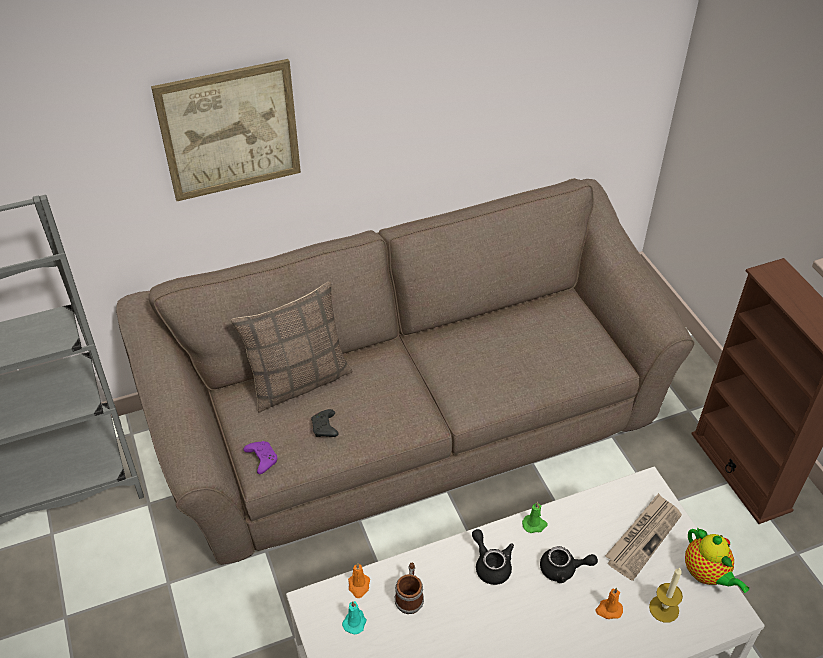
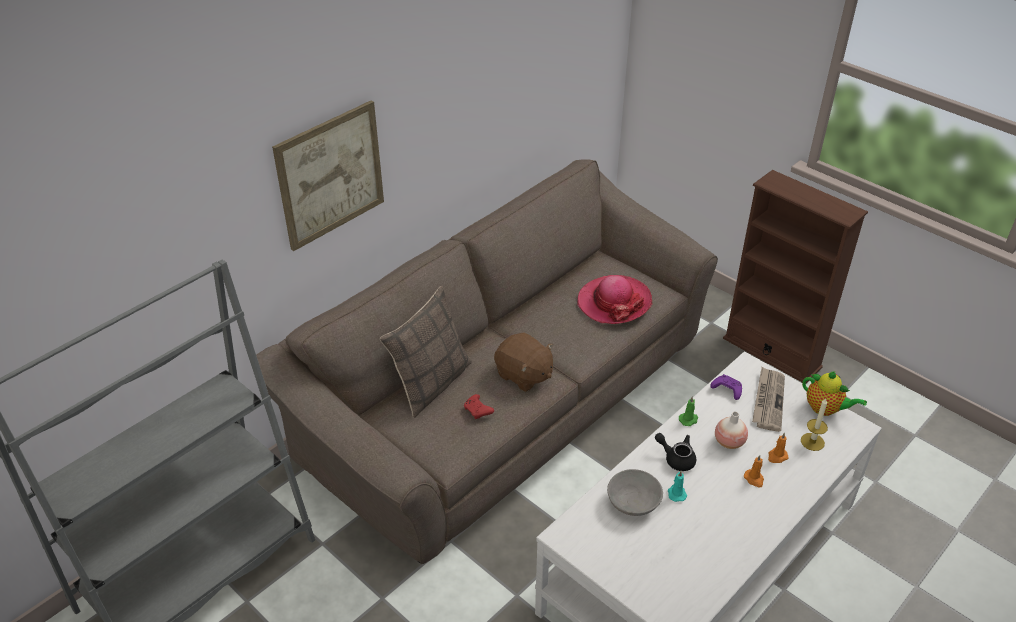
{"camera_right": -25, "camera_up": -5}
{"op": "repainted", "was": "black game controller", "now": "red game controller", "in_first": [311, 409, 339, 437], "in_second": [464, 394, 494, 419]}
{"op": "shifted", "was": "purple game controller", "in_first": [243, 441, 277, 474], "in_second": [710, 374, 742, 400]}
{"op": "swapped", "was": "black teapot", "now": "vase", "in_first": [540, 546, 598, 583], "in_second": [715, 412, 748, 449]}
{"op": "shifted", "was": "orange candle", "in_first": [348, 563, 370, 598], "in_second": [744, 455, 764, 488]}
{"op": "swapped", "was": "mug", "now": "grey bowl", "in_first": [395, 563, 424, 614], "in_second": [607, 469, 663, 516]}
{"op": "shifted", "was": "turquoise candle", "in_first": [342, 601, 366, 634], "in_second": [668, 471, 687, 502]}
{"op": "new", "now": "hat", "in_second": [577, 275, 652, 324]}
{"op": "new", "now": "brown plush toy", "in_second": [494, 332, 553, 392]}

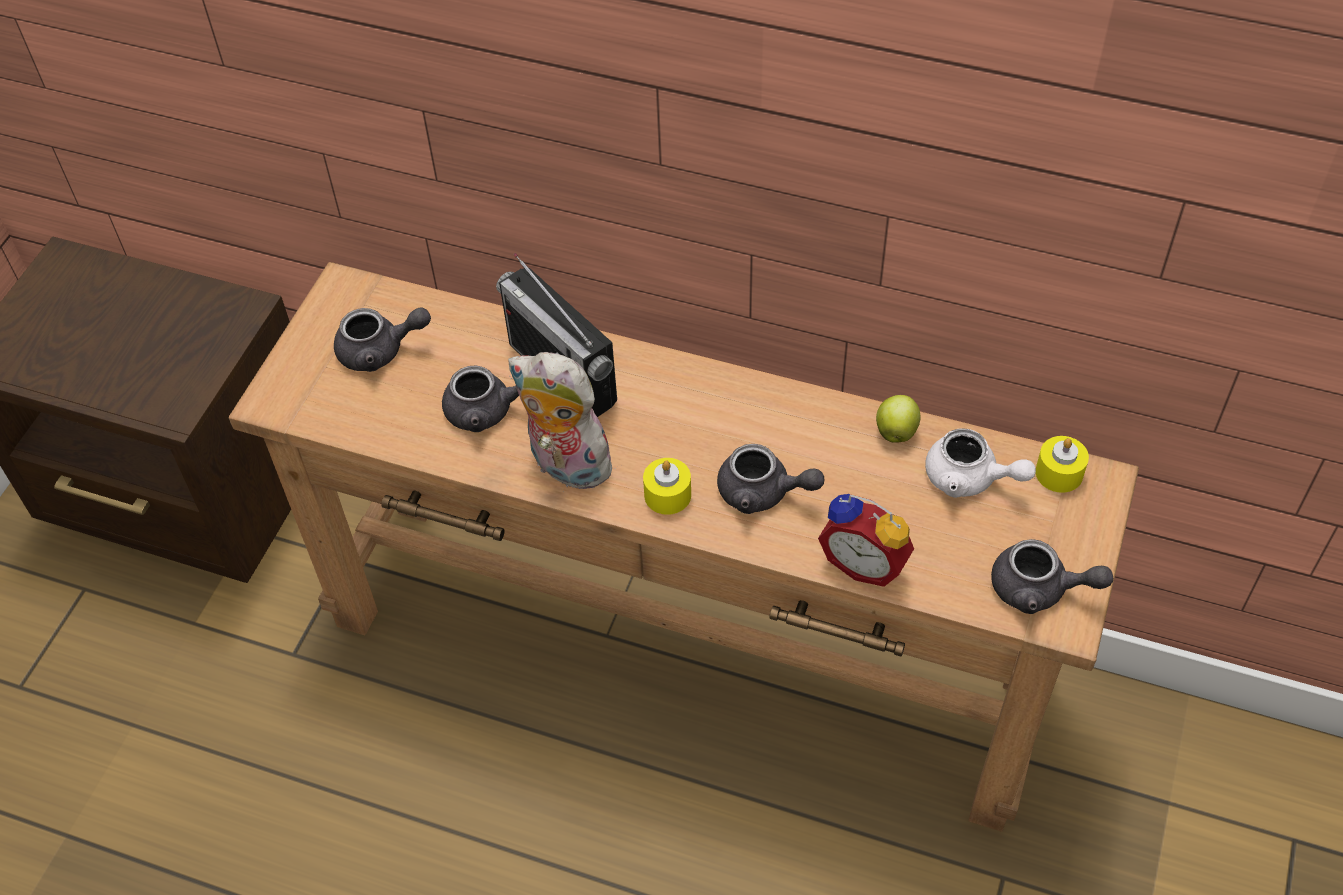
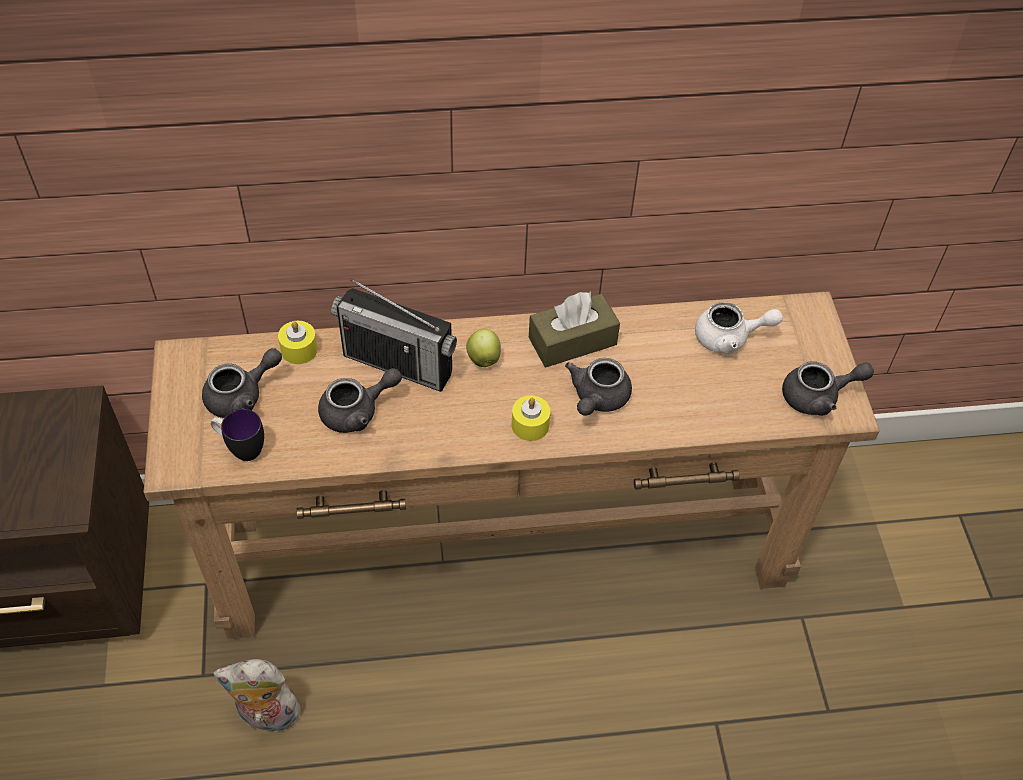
{"camera_right": -30, "camera_up": 0}
{"op": "shifted", "was": "plush toy", "in_first": [508, 352, 617, 492], "in_second": [213, 659, 306, 732]}
{"op": "shifted", "was": "apple", "in_first": [876, 395, 920, 443], "in_second": [466, 329, 501, 367]}
{"op": "shifted", "was": "yellow candle", "in_first": [1036, 436, 1089, 493], "in_second": [278, 321, 318, 364]}
{"op": "rotated", "was": "grey teapot", "in_first": [717, 444, 824, 514], "in_second": [565, 358, 632, 416], "clockwise": 120}
{"op": "gone", "was": "alarm clock", "in_first": [818, 494, 914, 587]}
{"op": "new", "now": "brown tissue box", "in_second": [529, 292, 620, 367]}
{"op": "new", "now": "mug", "in_second": [211, 409, 264, 461]}

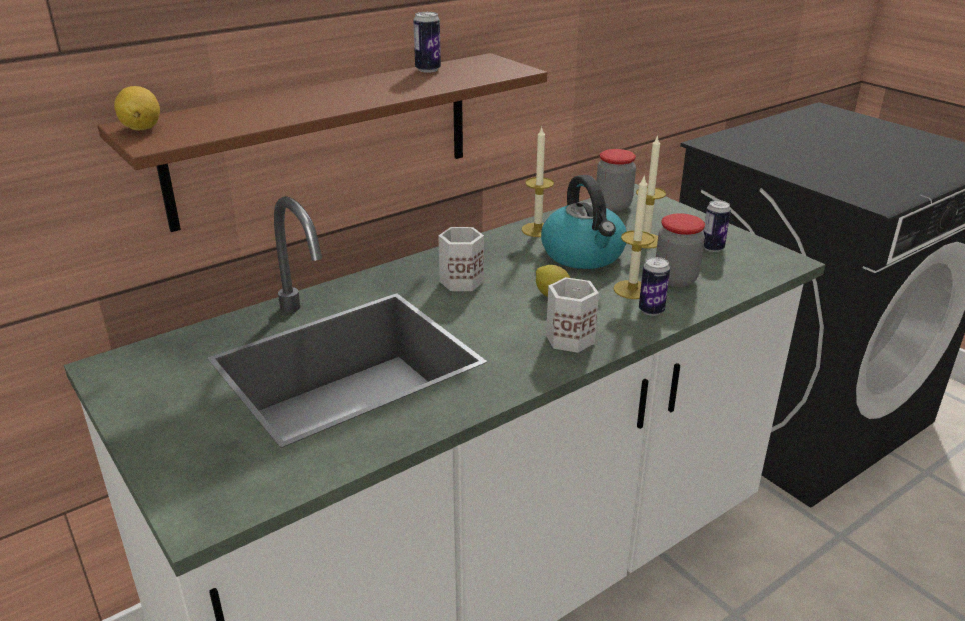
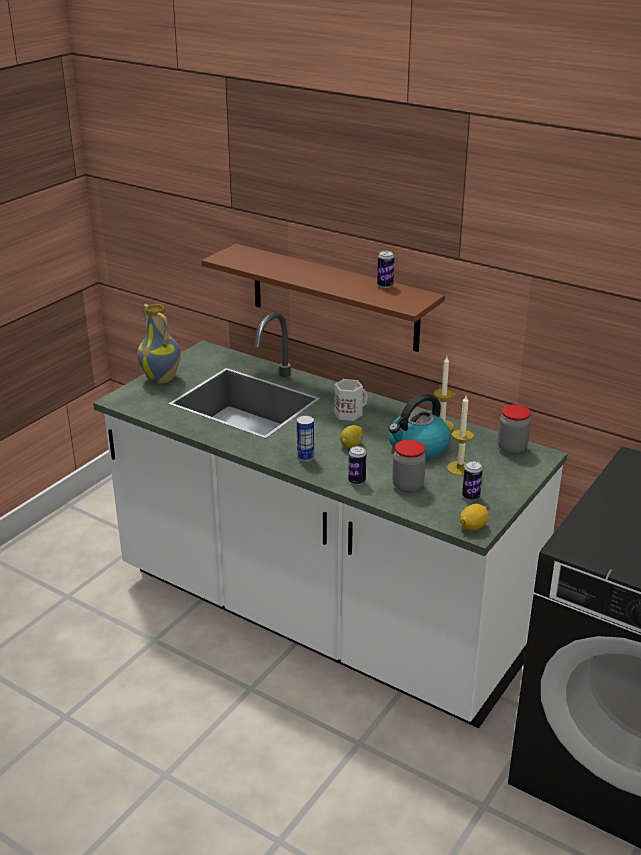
{"camera_right": 70, "camera_up": 0}
{"op": "shifted", "was": "lemon", "in_first": [114, 86, 160, 131], "in_second": [460, 504, 489, 531]}
{"op": "gone", "was": "candle", "in_first": [613, 176, 655, 299]}
{"op": "swapped", "was": "white mug", "now": "can", "in_first": [546, 277, 599, 353], "in_second": [297, 415, 314, 462]}
{"op": "new", "now": "vase", "in_second": [137, 304, 181, 383]}

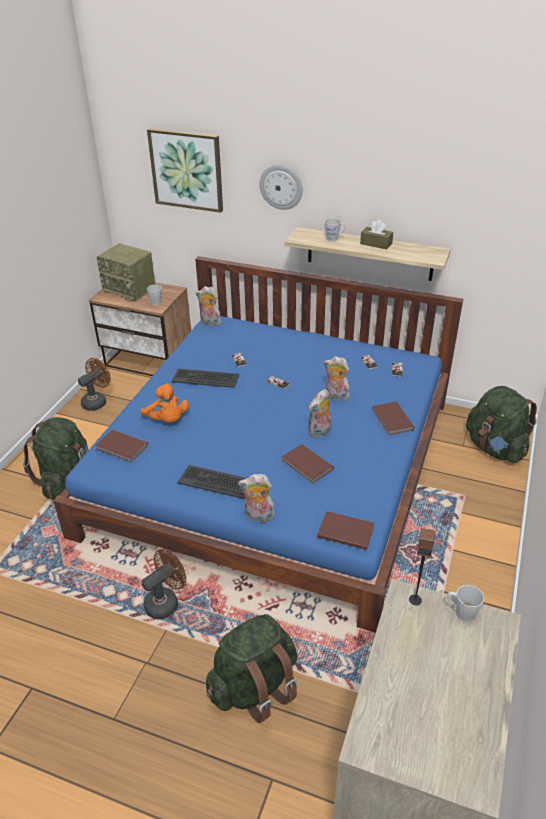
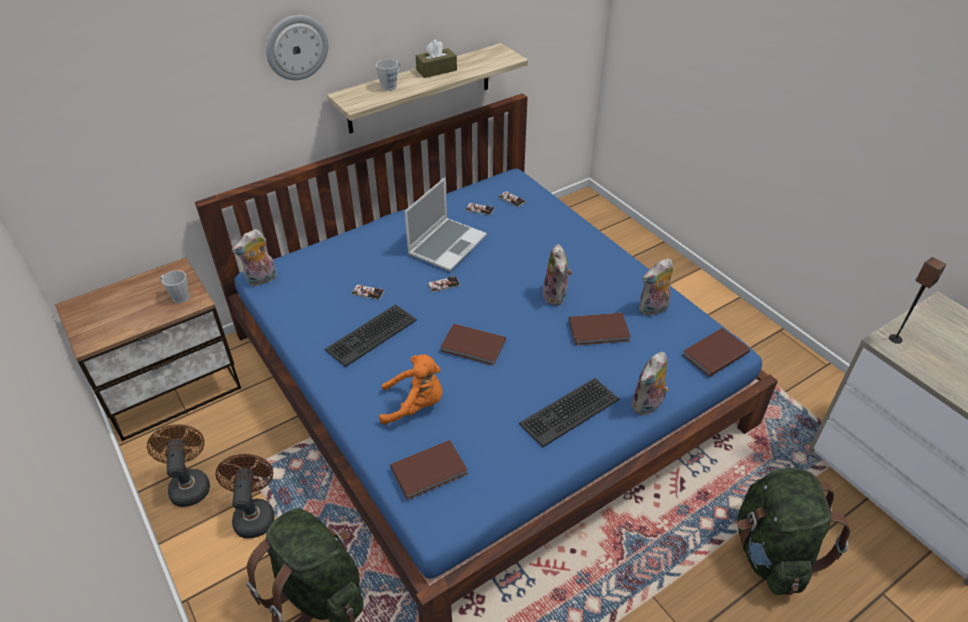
{"camera_right": -55, "camera_up": 5}
{"op": "gone", "was": "picture", "in_first": [147, 128, 223, 213]}
{"op": "gone", "was": "radio", "in_first": [97, 243, 155, 302]}
{"op": "shifted", "was": "plush toy", "in_first": [323, 356, 350, 401], "in_second": [639, 258, 673, 316]}
{"op": "gone", "was": "green backpack", "in_first": [466, 386, 537, 463]}
{"op": "shifted", "was": "brown book", "in_first": [373, 402, 415, 435], "in_second": [441, 324, 506, 366]}
{"op": "shifted", "was": "brown fan", "in_first": [142, 549, 186, 619], "in_second": [215, 454, 275, 538]}
{"op": "gone", "was": "grey mug", "in_first": [447, 585, 484, 622]}
{"op": "new", "now": "laptop", "in_second": [404, 178, 487, 271]}

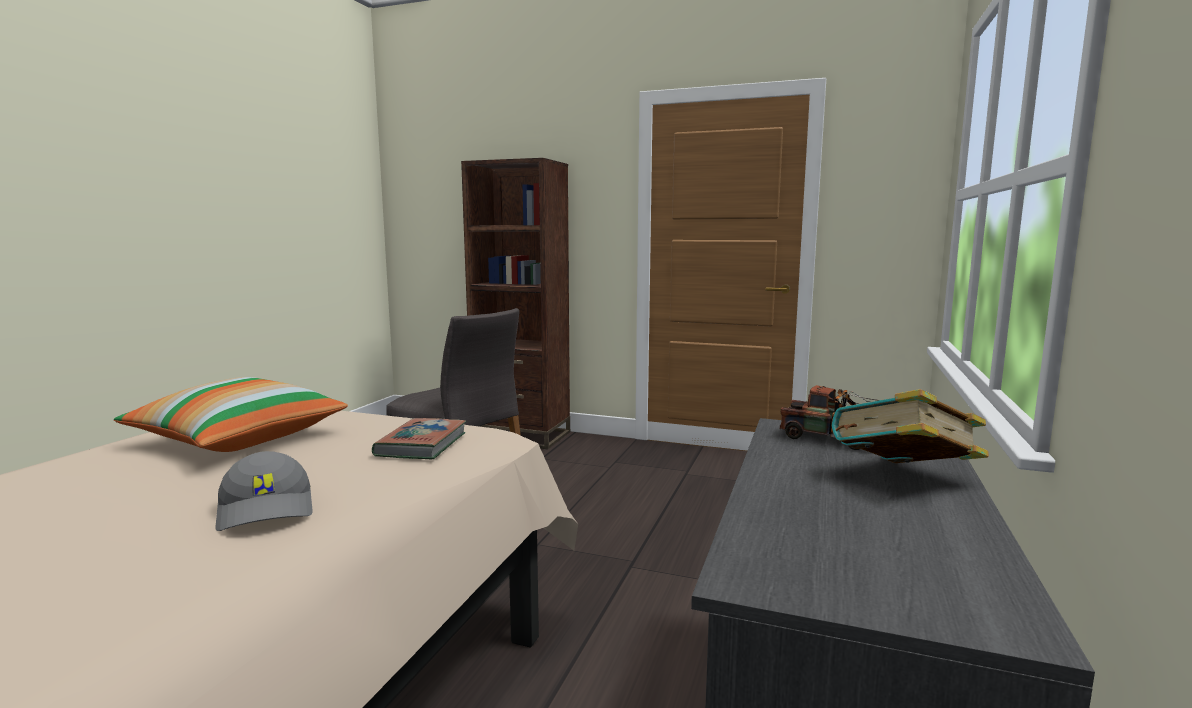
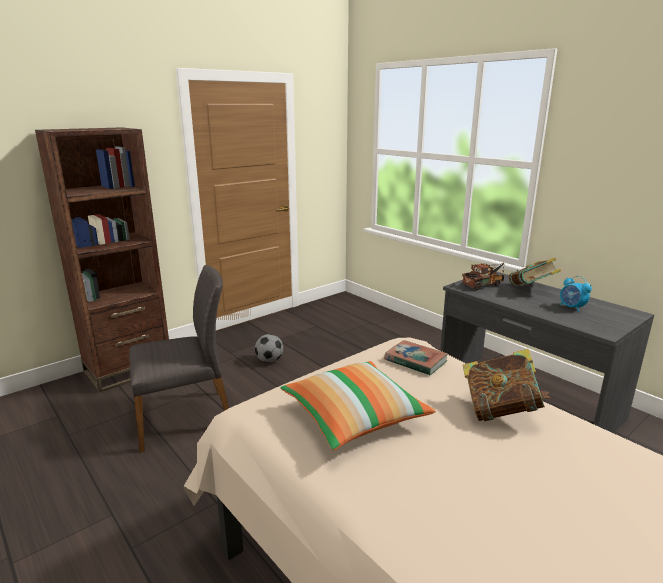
{"camera_right": -60, "camera_up": 10}
{"op": "swapped", "was": "grey cap", "now": "book", "in_first": [215, 451, 312, 531], "in_second": [463, 349, 551, 421]}
{"op": "new", "now": "alarm clock", "in_second": [560, 276, 592, 312]}
{"op": "new", "now": "football", "in_second": [255, 334, 283, 363]}

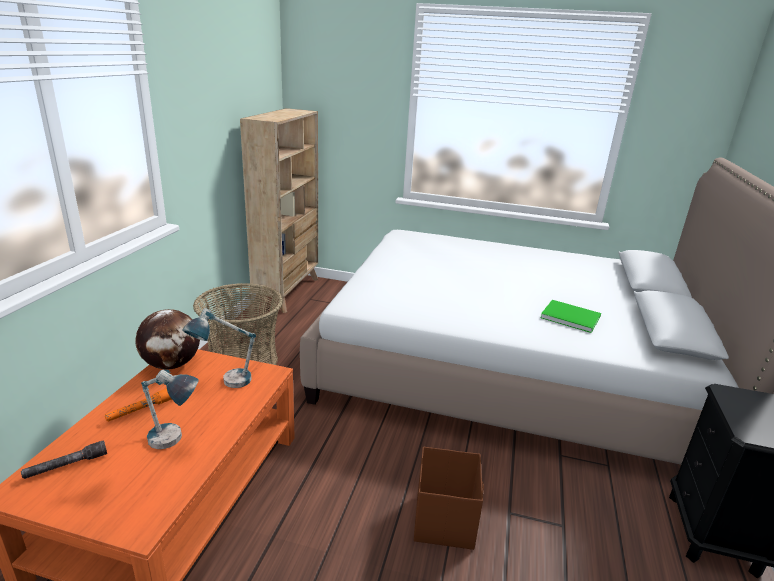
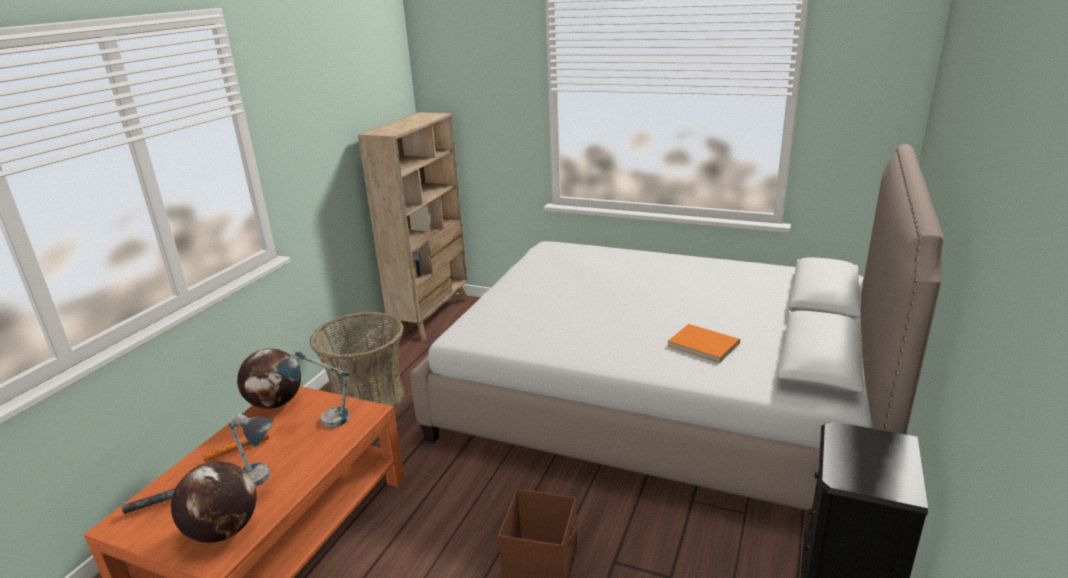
{"camera_right": 10, "camera_up": 0}
{"op": "repainted", "was": "green book", "now": "orange book", "in_first": [540, 300, 601, 333], "in_second": [668, 324, 740, 363]}
{"op": "new", "now": "globe", "in_second": [171, 461, 257, 543]}

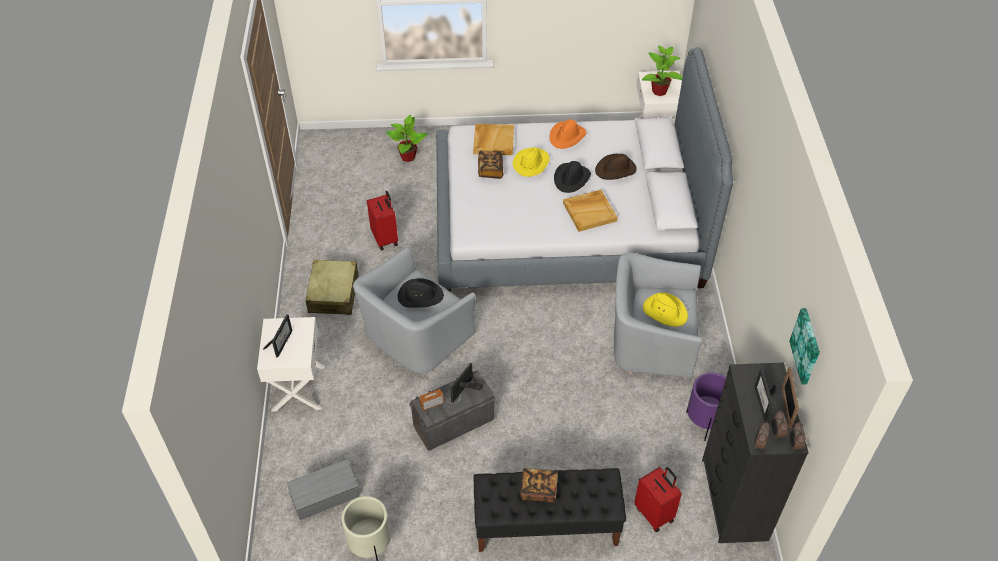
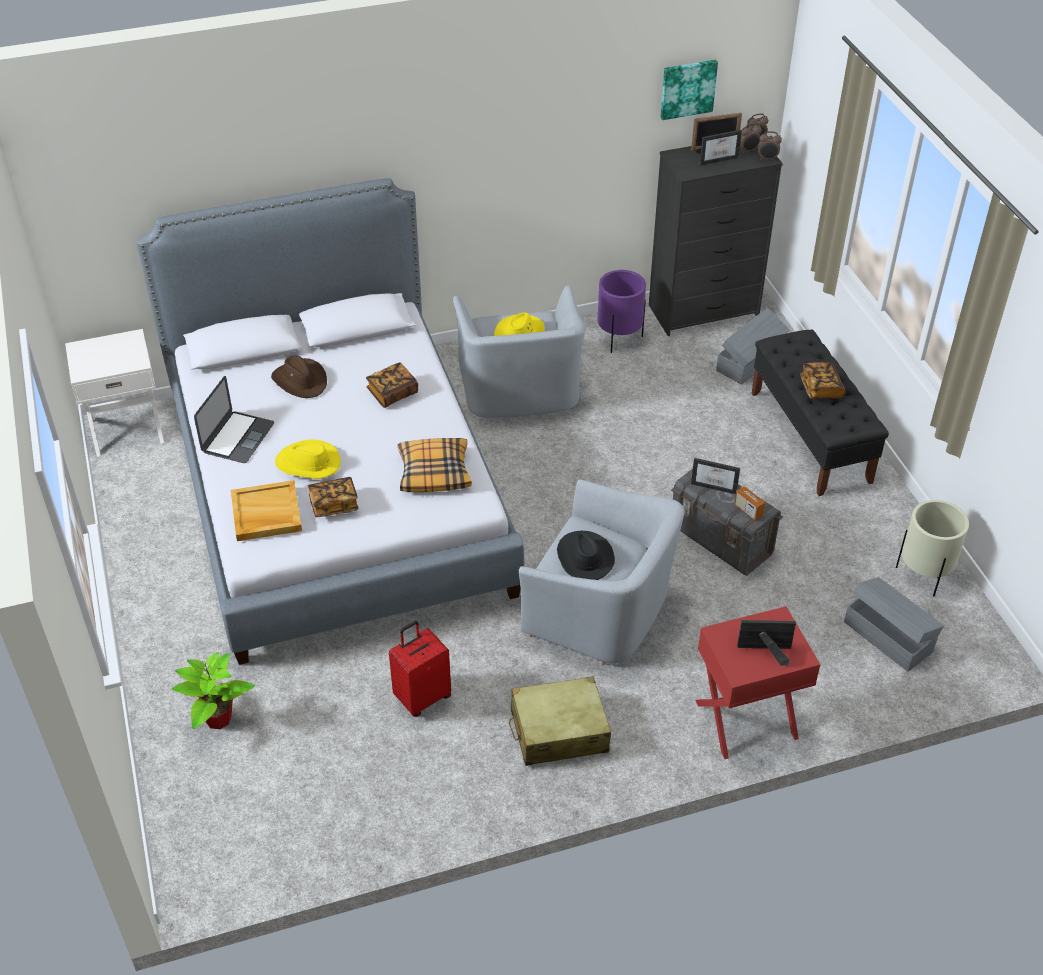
{"camera_right": -105, "camera_up": -5}
{"op": "gone", "was": "potted plant", "in_first": [642, 45, 683, 96]}
{"op": "swapped", "was": "orange hat", "now": "laptop", "in_first": [549, 119, 586, 149], "in_second": [194, 376, 274, 463]}
{"op": "gone", "was": "black hat", "in_first": [554, 161, 591, 193]}
{"op": "swapped", "was": "beige tray", "now": "book", "in_first": [563, 190, 618, 232], "in_second": [366, 362, 418, 408]}
{"op": "repainted", "was": "white nightstand", "now": "red nightstand", "in_first": [257, 317, 325, 412], "in_second": [695, 606, 821, 759]}
{"op": "swapped", "was": "red suitcase", "now": "grey storage box", "in_first": [634, 467, 682, 532], "in_second": [716, 308, 789, 384]}
{"op": "new", "now": "pillow", "in_second": [398, 438, 472, 492]}

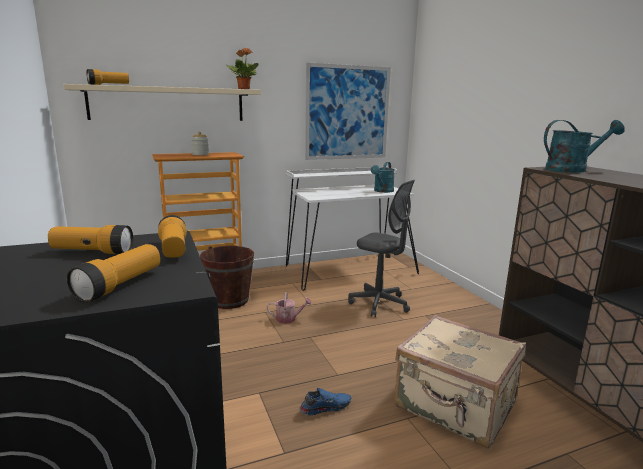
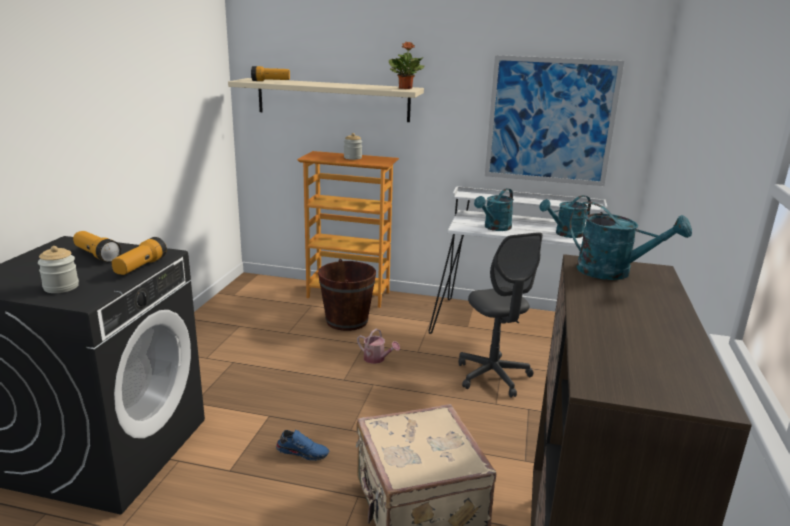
{"camera_right": 35, "camera_up": 5}
{"op": "swapped", "was": "flashlight", "now": "jar", "in_first": [67, 244, 160, 303], "in_second": [38, 246, 79, 293]}
{"op": "new", "now": "turquoise watering can", "in_second": [474, 188, 514, 231]}

